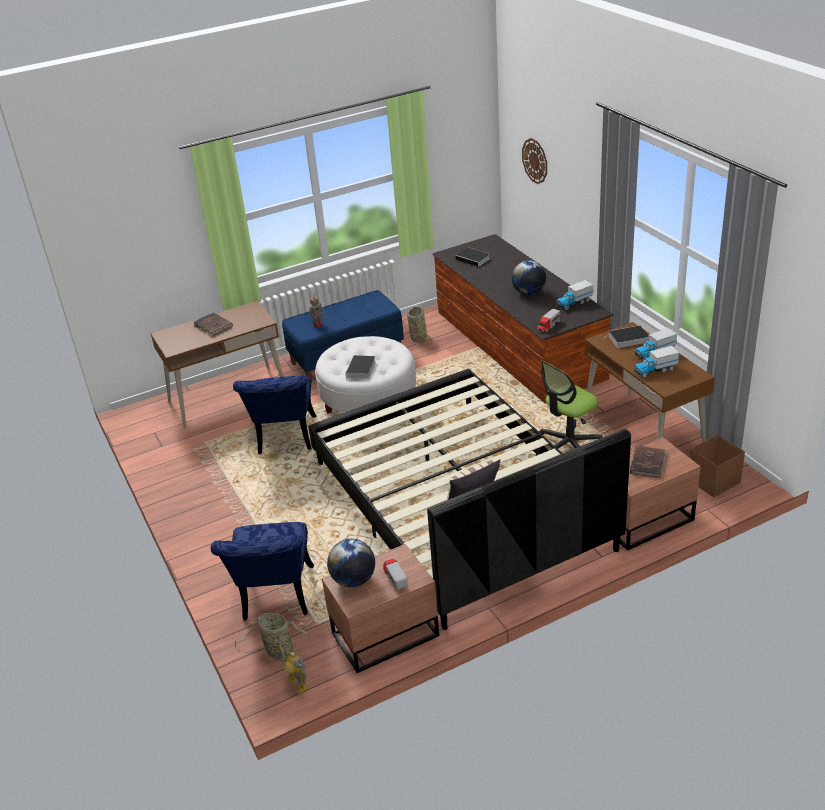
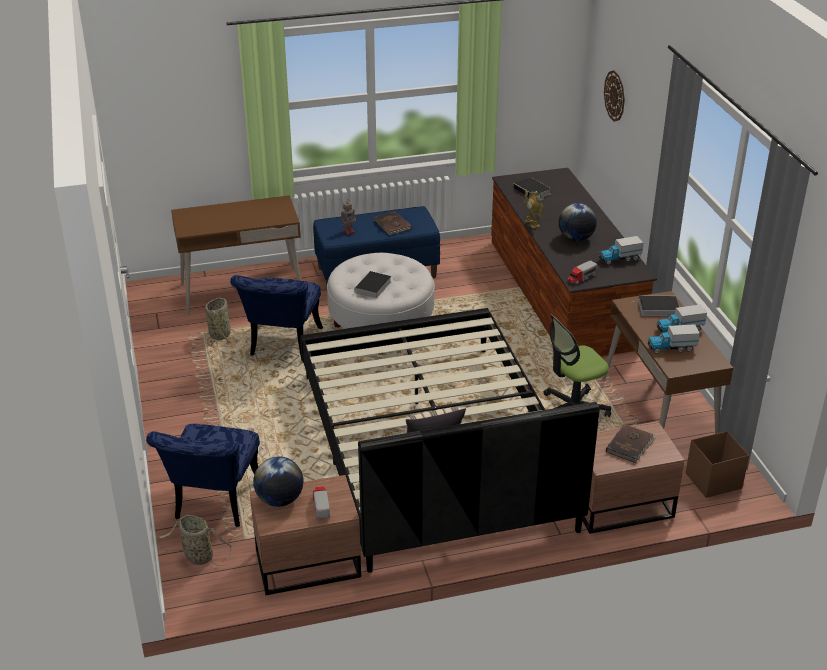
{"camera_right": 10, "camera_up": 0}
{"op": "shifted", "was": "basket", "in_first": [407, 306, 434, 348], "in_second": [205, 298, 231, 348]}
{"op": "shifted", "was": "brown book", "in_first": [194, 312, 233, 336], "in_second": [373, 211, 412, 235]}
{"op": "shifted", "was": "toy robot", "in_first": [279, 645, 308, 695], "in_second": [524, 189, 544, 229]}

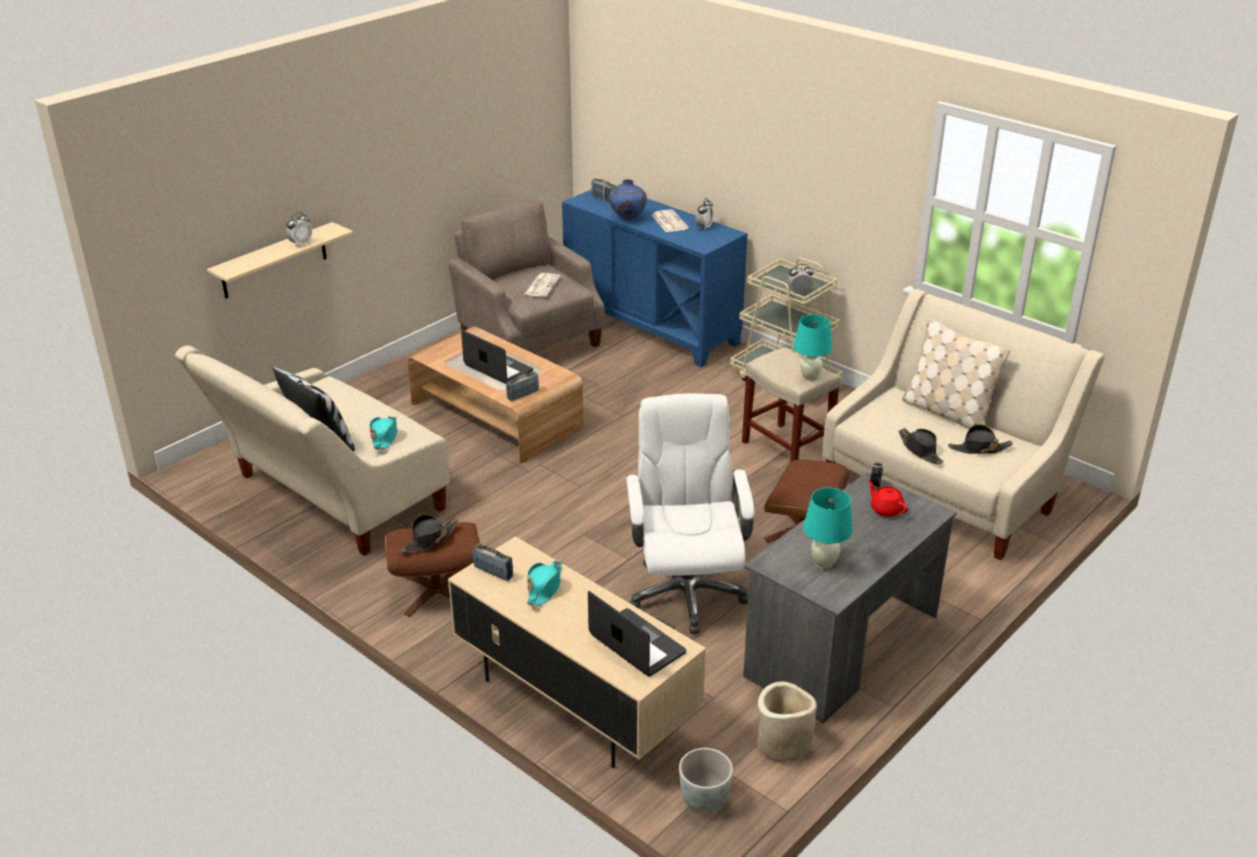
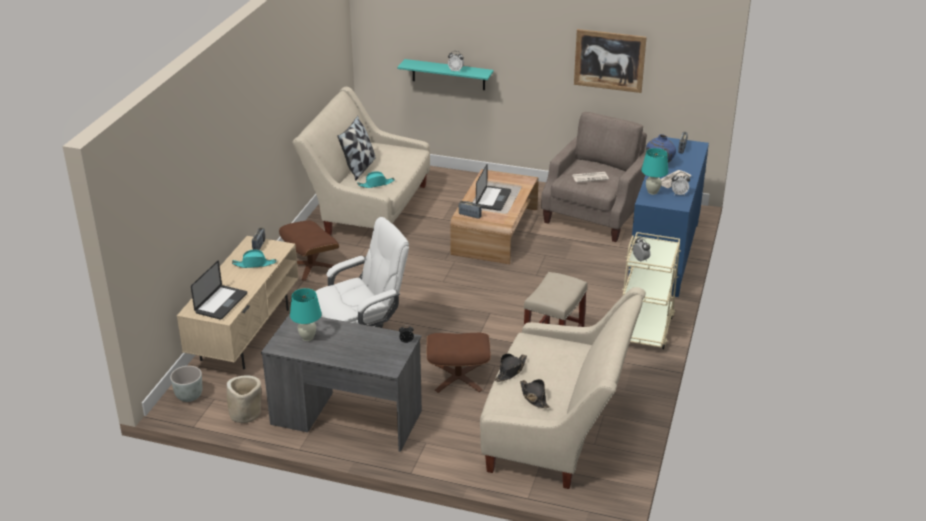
{"camera_right": 65, "camera_up": 0}
{"op": "repainted", "was": "beige shelf", "now": "turquoise shelf", "in_first": [207, 222, 353, 298], "in_second": [397, 59, 494, 90]}
{"op": "shifted", "was": "turquoise table lamp", "in_first": [793, 315, 832, 381], "in_second": [641, 148, 668, 195]}
{"op": "gone", "was": "beige pillow", "in_first": [902, 318, 1010, 429]}
{"op": "gone", "was": "red teapot", "in_first": [868, 480, 908, 517]}
{"op": "gone", "was": "black hat", "in_first": [399, 515, 458, 553]}
{"op": "new", "now": "picture", "in_second": [574, 29, 647, 93]}

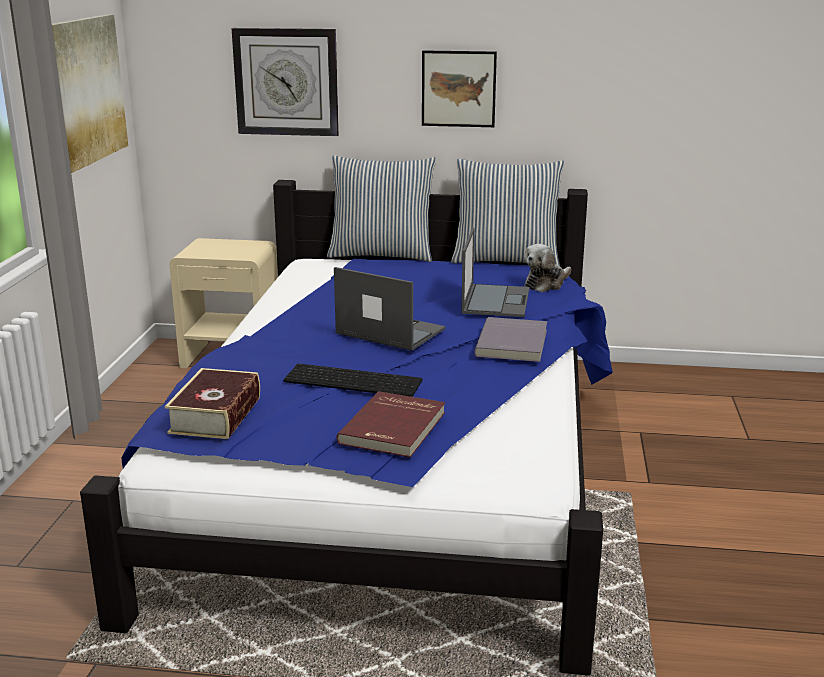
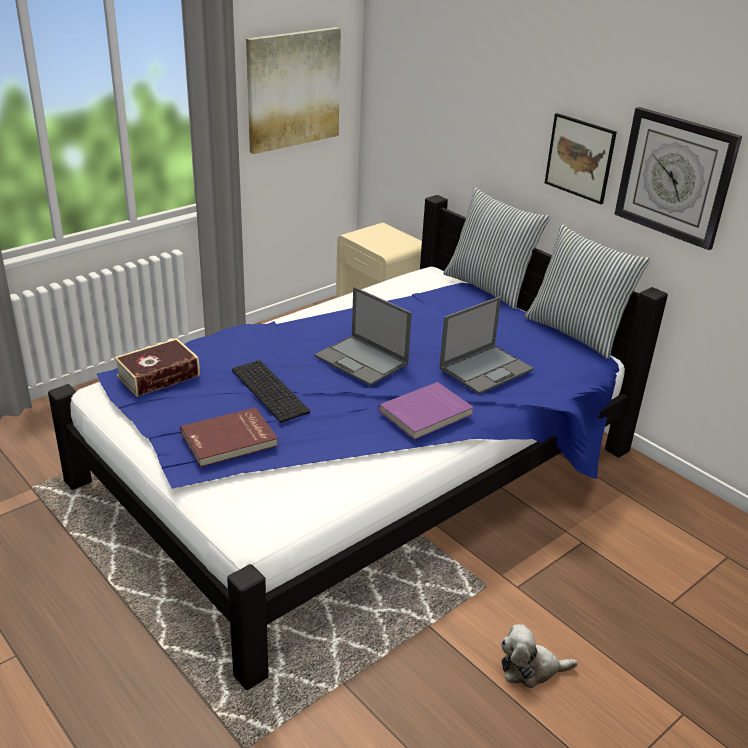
{"camera_right": 40, "camera_up": 10}
{"op": "shifted", "was": "wall clock", "in_first": [232, 28, 339, 136], "in_second": [614, 107, 742, 250]}
{"op": "shifted", "was": "plush toy", "in_first": [524, 244, 571, 292], "in_second": [501, 624, 578, 688]}
{"op": "rotated", "was": "laptop", "in_first": [334, 267, 445, 351], "in_second": [315, 287, 412, 386], "clockwise": 150}
{"op": "repainted", "was": "grey book", "now": "purple book", "in_first": [474, 317, 547, 362], "in_second": [378, 382, 474, 440]}

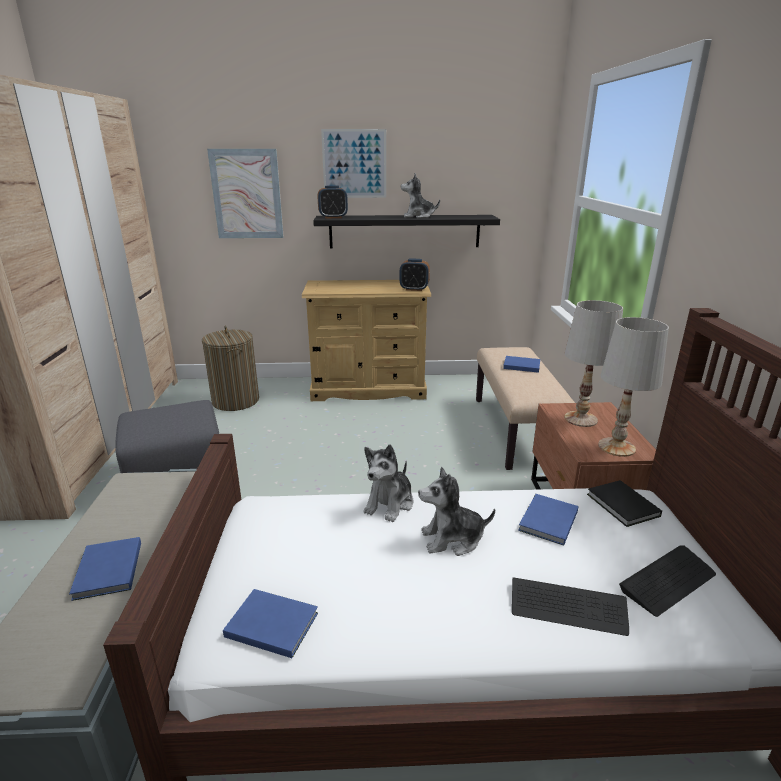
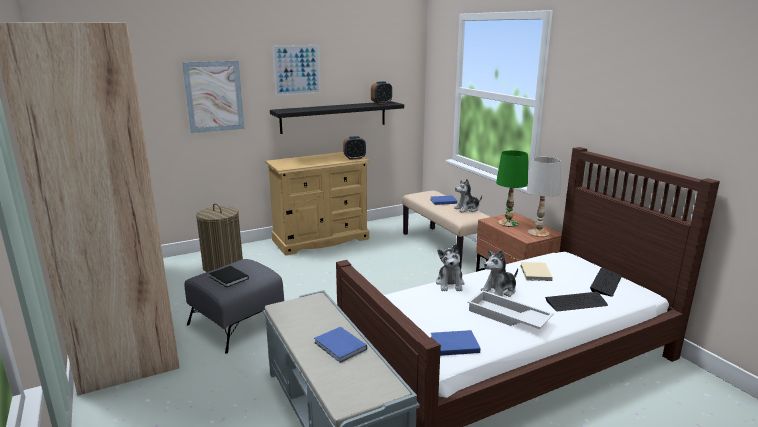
{"camera_right": -25, "camera_up": -5}
{"op": "shifted", "was": "plush toy", "in_first": [401, 173, 440, 218], "in_second": [454, 179, 482, 213]}
{"op": "shifted", "was": "alarm clock", "in_first": [317, 185, 348, 218], "in_second": [371, 81, 392, 104]}
{"op": "repainted", "was": "white table lamp", "now": "green table lamp", "in_first": [564, 300, 623, 427], "in_second": [496, 150, 528, 227]}
{"op": "shifted", "was": "black book", "in_first": [587, 480, 662, 527], "in_second": [209, 266, 249, 288]}
{"op": "repainted", "was": "blue book", "now": "beige book", "in_first": [518, 494, 578, 546], "in_second": [520, 262, 553, 281]}
{"op": "new", "now": "white tray", "in_second": [467, 290, 554, 329]}

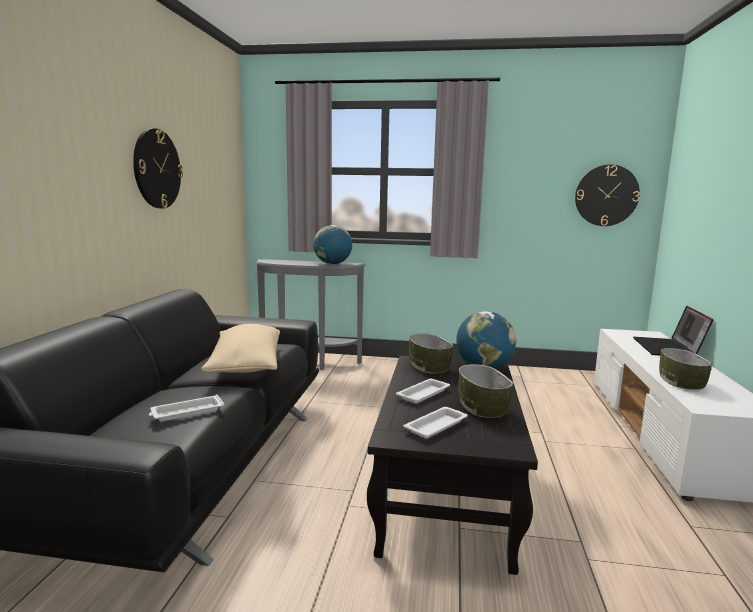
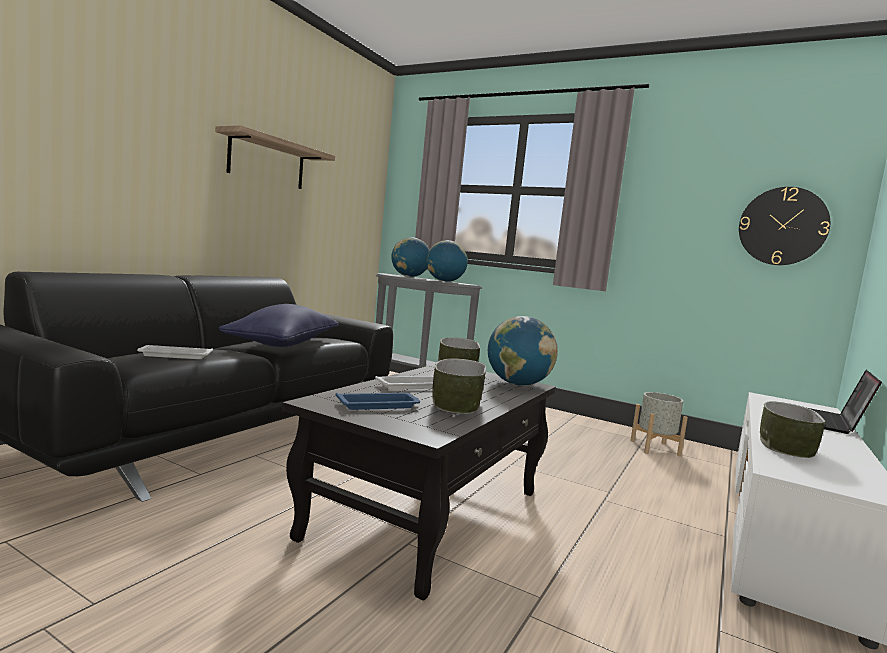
{"camera_right": 20, "camera_up": -5}
{"op": "swapped", "was": "wall clock", "now": "shelf", "in_first": [133, 128, 183, 209], "in_second": [215, 125, 335, 189]}
{"op": "repainted", "was": "beige pillow", "now": "blue pillow", "in_first": [201, 324, 280, 373], "in_second": [219, 304, 338, 347]}
{"op": "repainted", "was": "white tray", "now": "blue tray", "in_first": [403, 407, 468, 438], "in_second": [336, 393, 420, 410]}
{"op": "new", "now": "globe", "in_second": [391, 237, 429, 277]}
{"op": "new", "now": "grey planter", "in_second": [631, 392, 688, 457]}

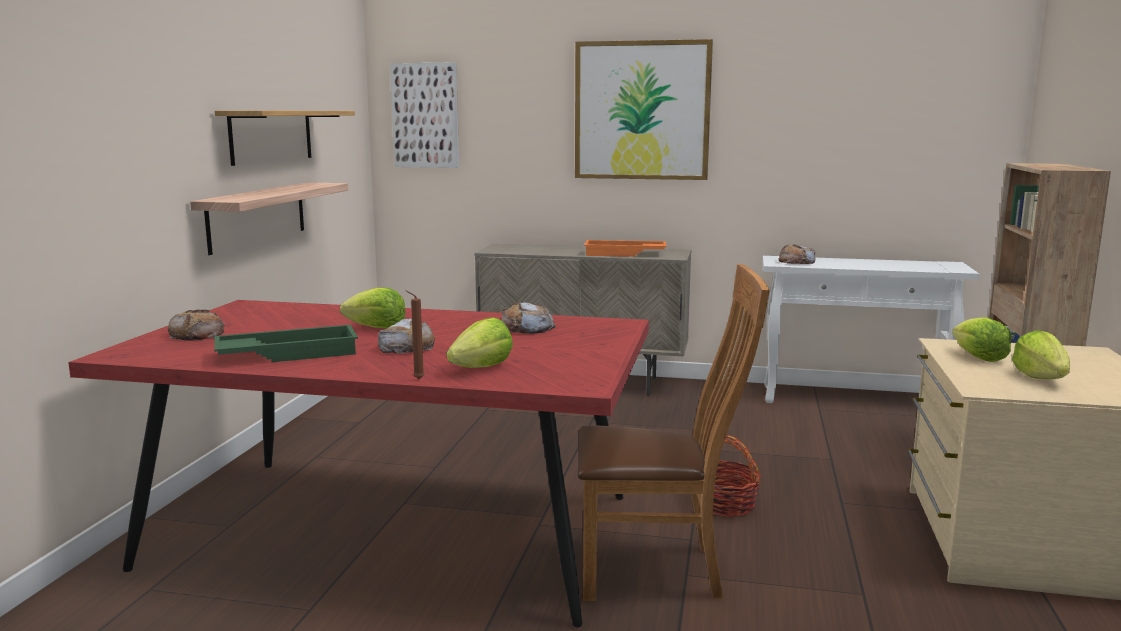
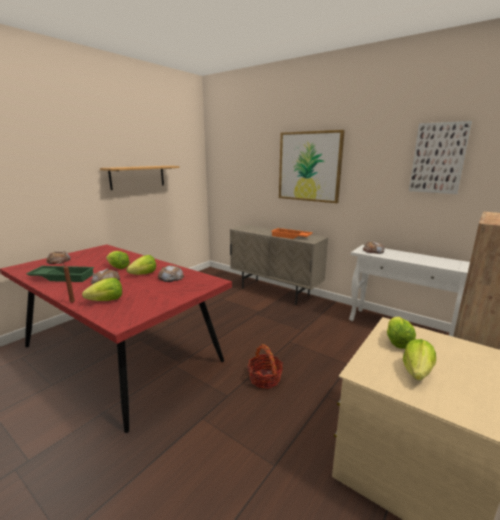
{"camera_right": 25, "camera_up": 5}
{"op": "shifted", "was": "picture", "in_first": [390, 62, 459, 168], "in_second": [409, 121, 472, 194]}
{"op": "gone", "was": "shelf", "in_first": [190, 183, 348, 255]}
{"op": "gone", "was": "brown chair", "in_first": [578, 264, 770, 601]}
{"op": "new", "now": "lettuce", "in_second": [126, 255, 156, 275]}

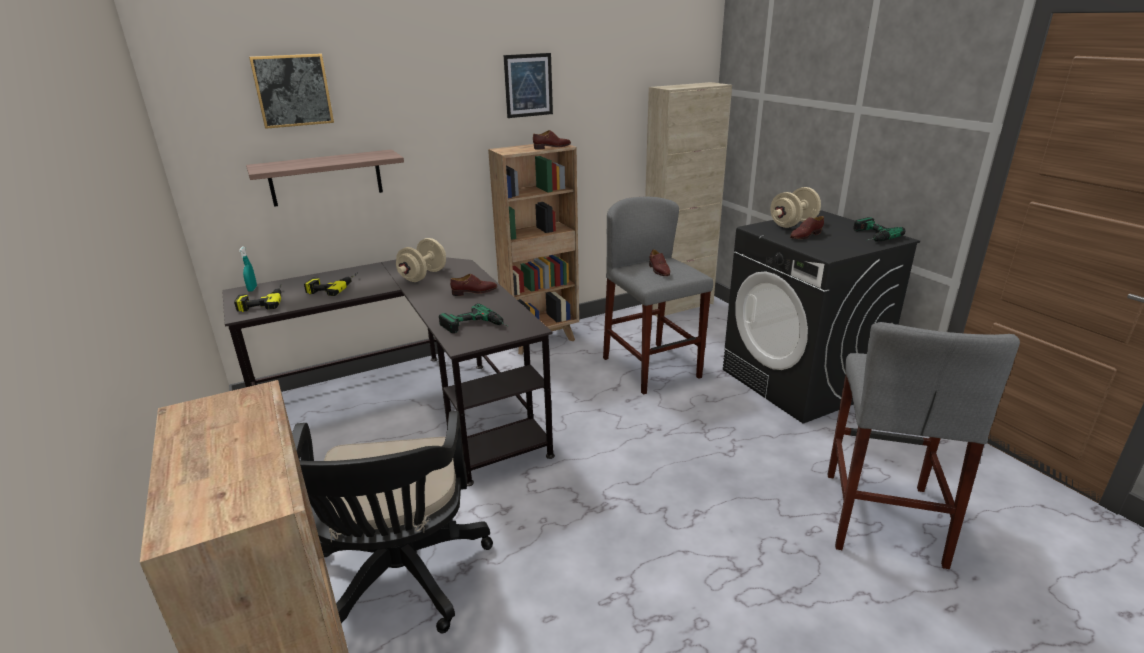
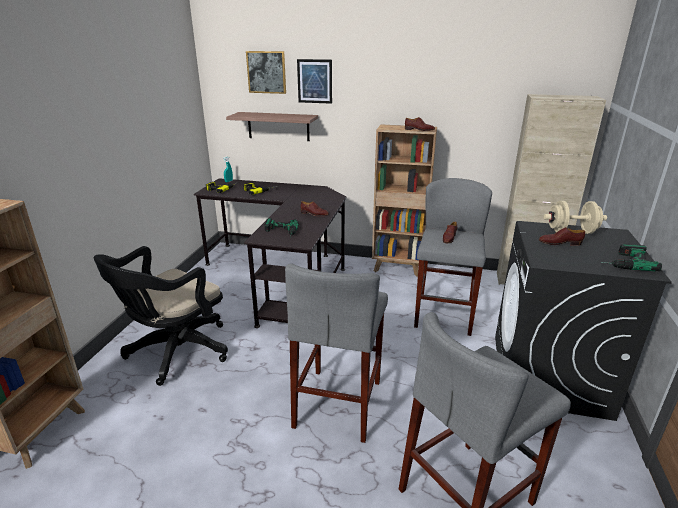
{"camera_right": 40, "camera_up": 0}
{"op": "shifted", "was": "picture", "in_first": [504, 53, 553, 118], "in_second": [297, 59, 332, 104]}
{"op": "gone", "was": "beige dumbbell", "in_first": [396, 238, 446, 282]}
{"op": "new", "now": "grey stool", "in_second": [285, 263, 388, 443]}

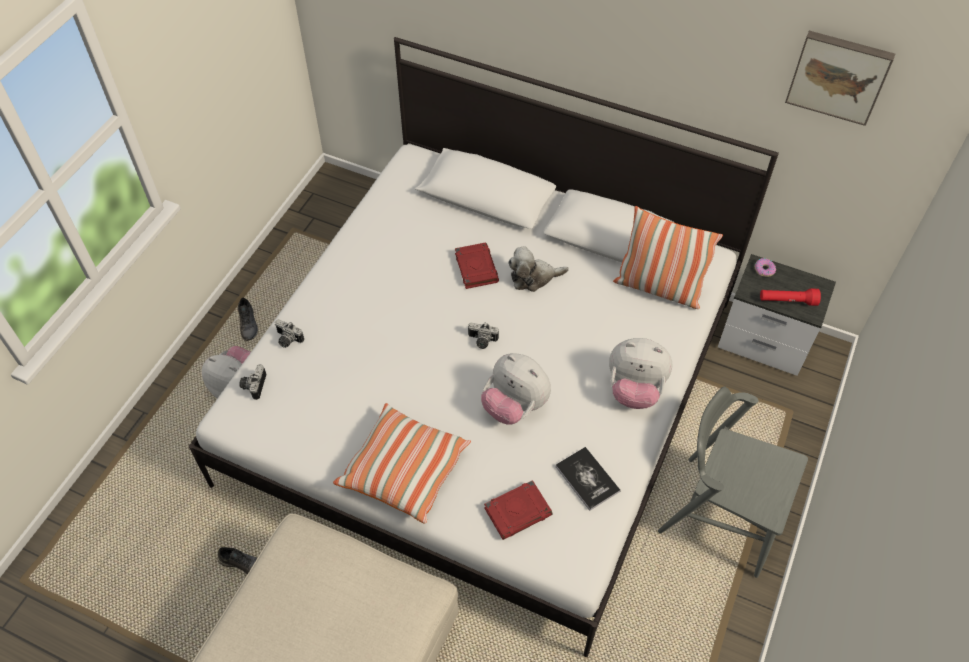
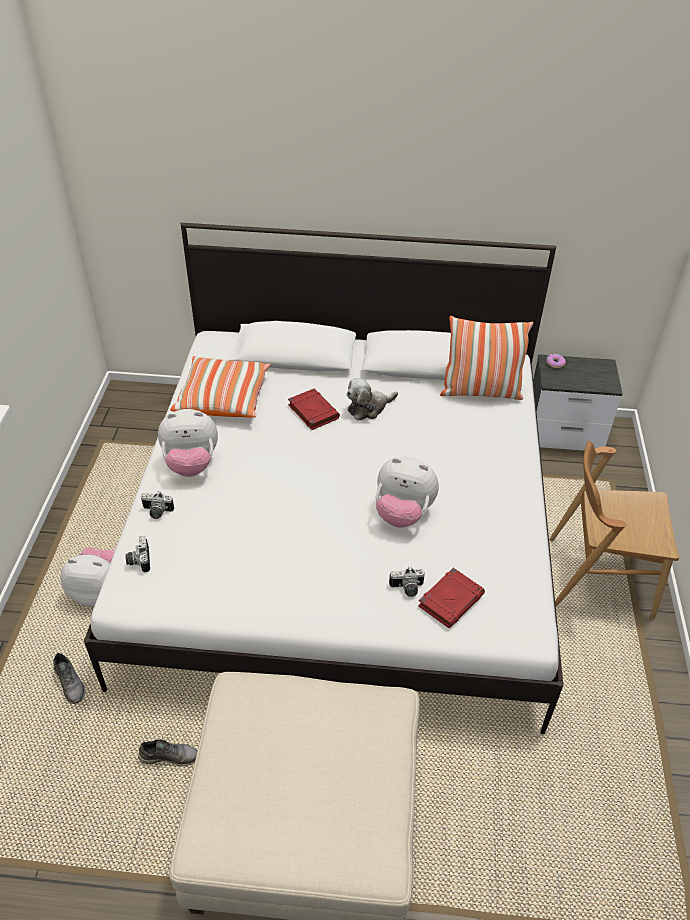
{"camera_right": -20, "camera_up": -10}
{"op": "gone", "was": "picture", "in_first": [785, 31, 895, 126]}
{"op": "gone", "was": "red flashlight", "in_first": [760, 288, 821, 306]}
{"op": "shifted", "was": "grey shoe", "in_first": [238, 297, 258, 341], "in_second": [53, 653, 85, 704]}
{"op": "shifted", "was": "photo camera", "in_first": [468, 322, 499, 349], "in_second": [389, 567, 425, 597]}
{"op": "shifted", "was": "plush toy", "in_first": [609, 338, 672, 409], "in_second": [158, 409, 218, 477]}
{"op": "repainted", "was": "grey chair", "now": "brown chair", "in_first": [658, 386, 808, 578], "in_second": [549, 441, 679, 619]}
{"op": "shifted", "was": "pillow", "in_first": [333, 403, 471, 524], "in_second": [170, 356, 271, 417]}
{"op": "gone", "was": "book", "in_first": [555, 447, 621, 511]}

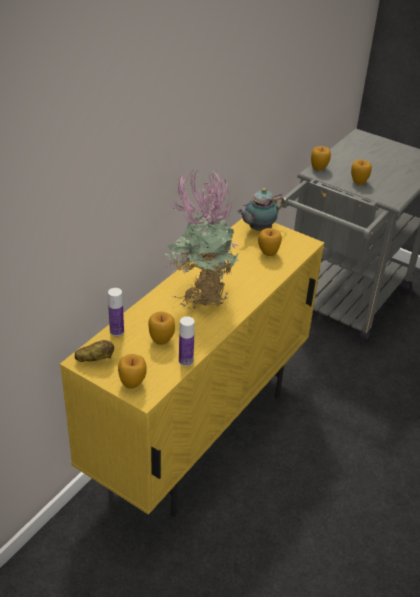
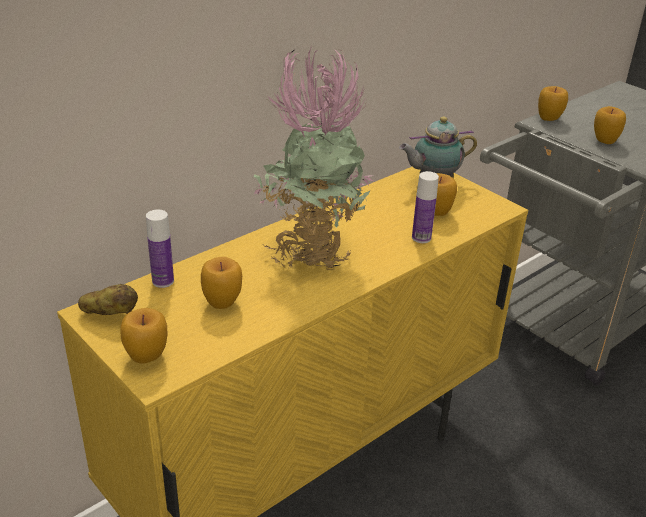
{"camera_right": 15, "camera_up": -5}
{"op": "shifted", "was": "bottle", "in_first": [179, 316, 195, 366], "in_second": [412, 171, 439, 243]}

